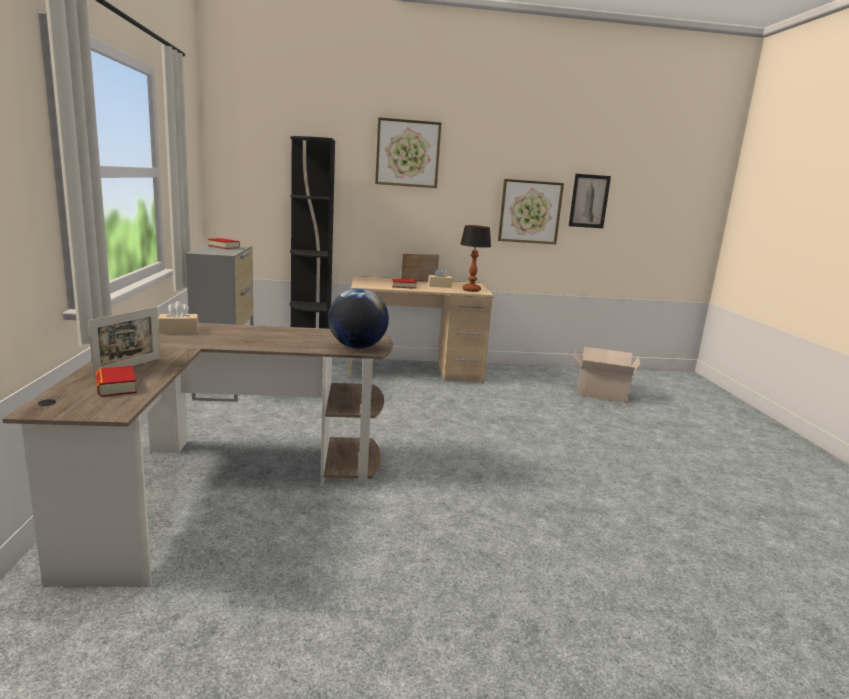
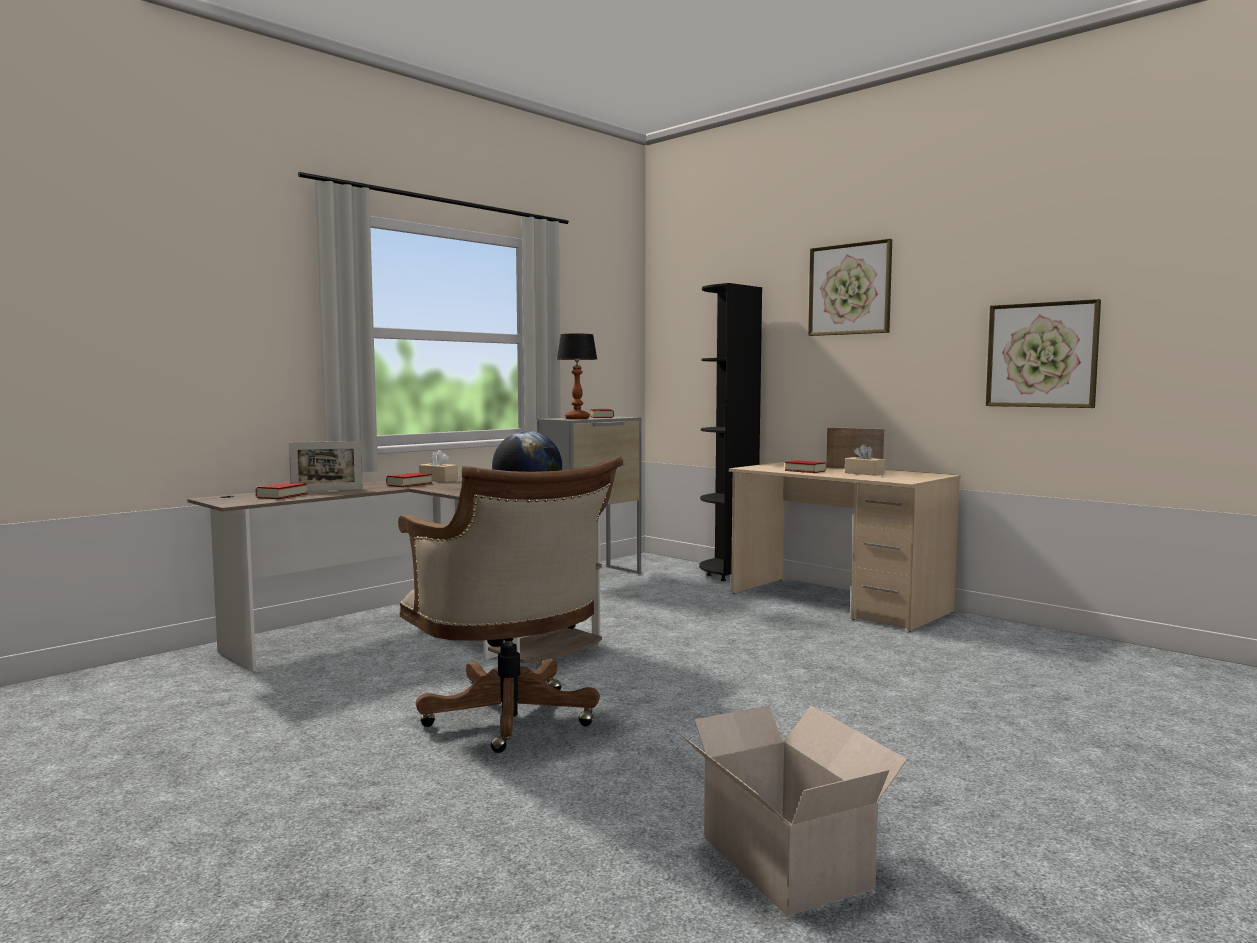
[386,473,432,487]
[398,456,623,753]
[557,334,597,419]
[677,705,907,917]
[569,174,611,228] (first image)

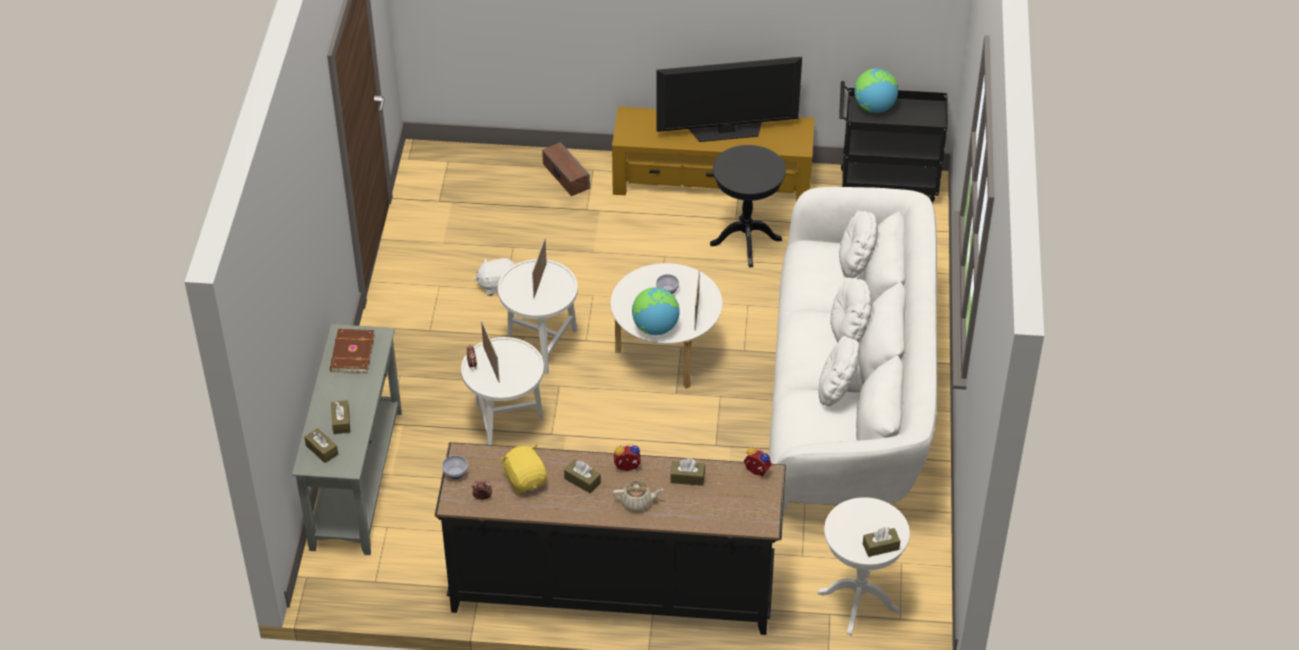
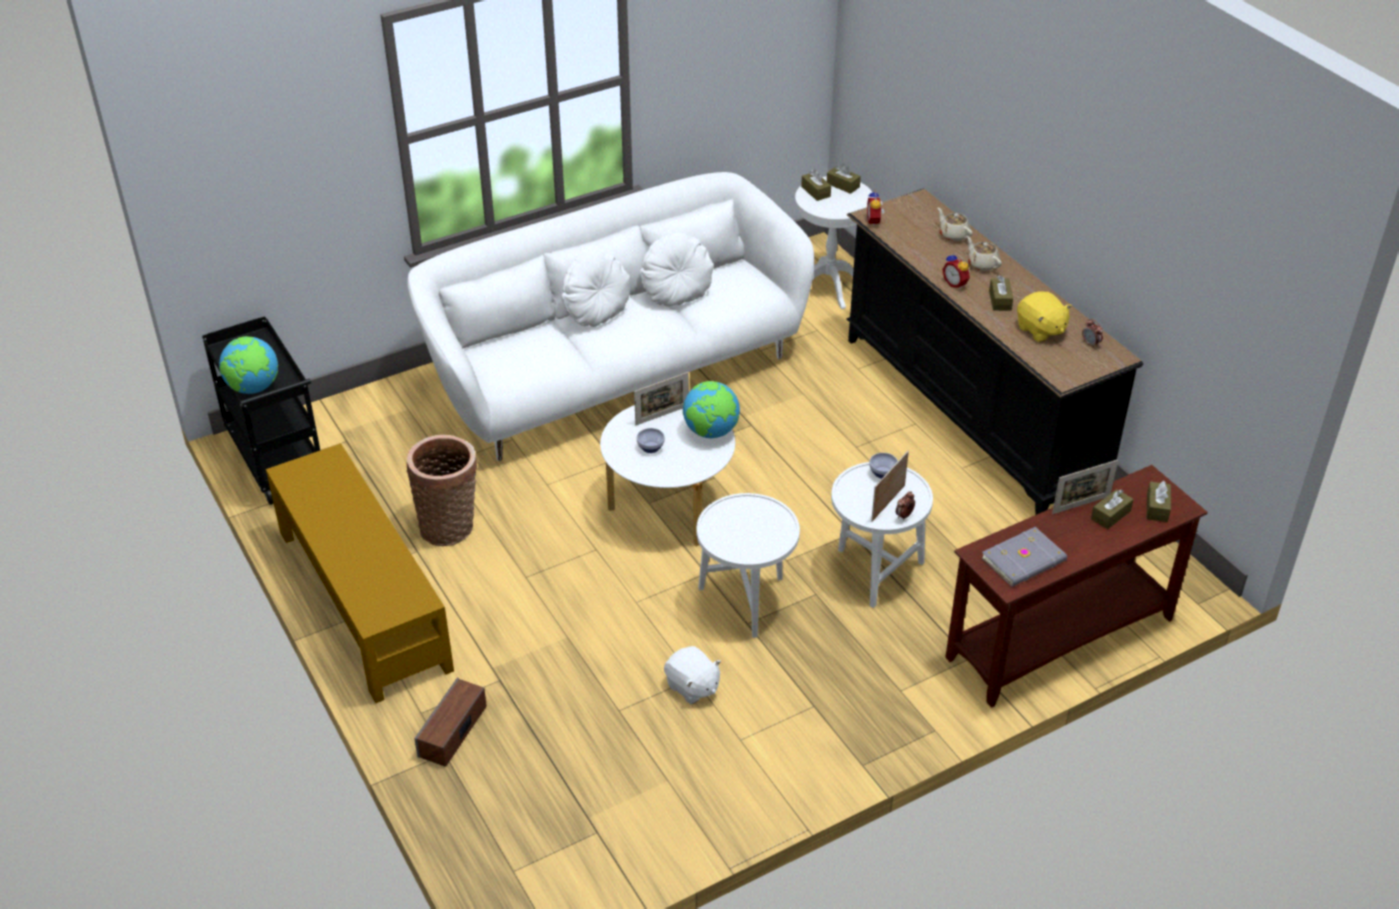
[407,435,477,546]
[801,169,831,201]
[869,453,898,479]
[937,207,973,241]
[945,465,1208,708]
[981,527,1067,587]
[1017,291,1072,342]
[1052,460,1118,514]
[656,57,802,142] (first image)
[839,211,878,278] (first image)

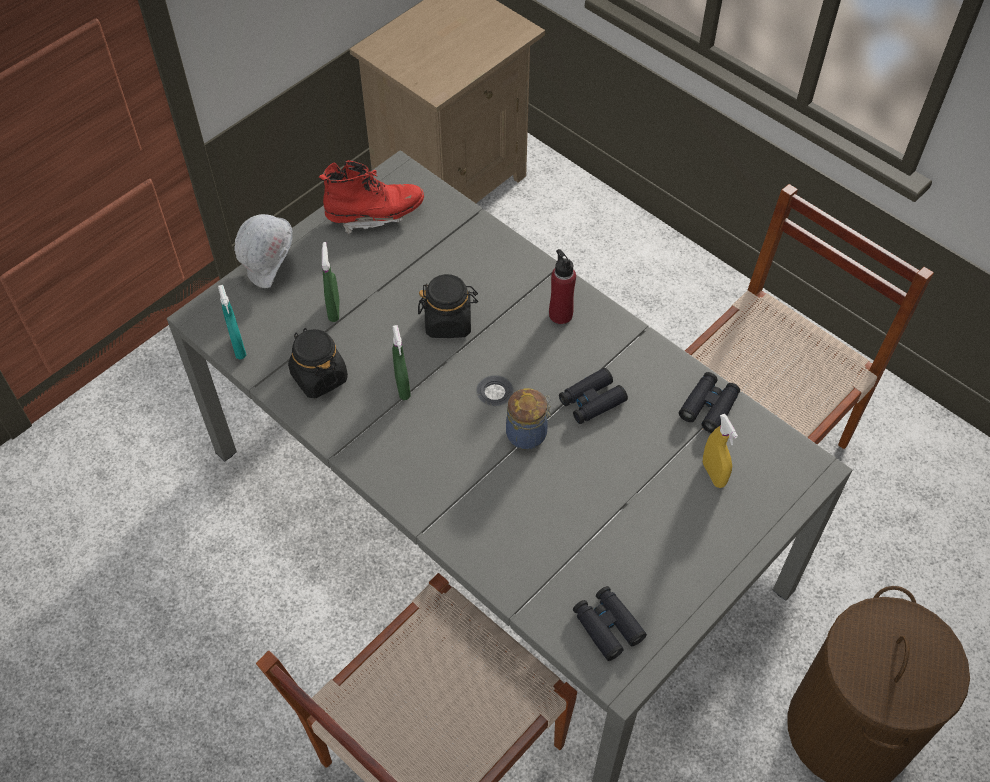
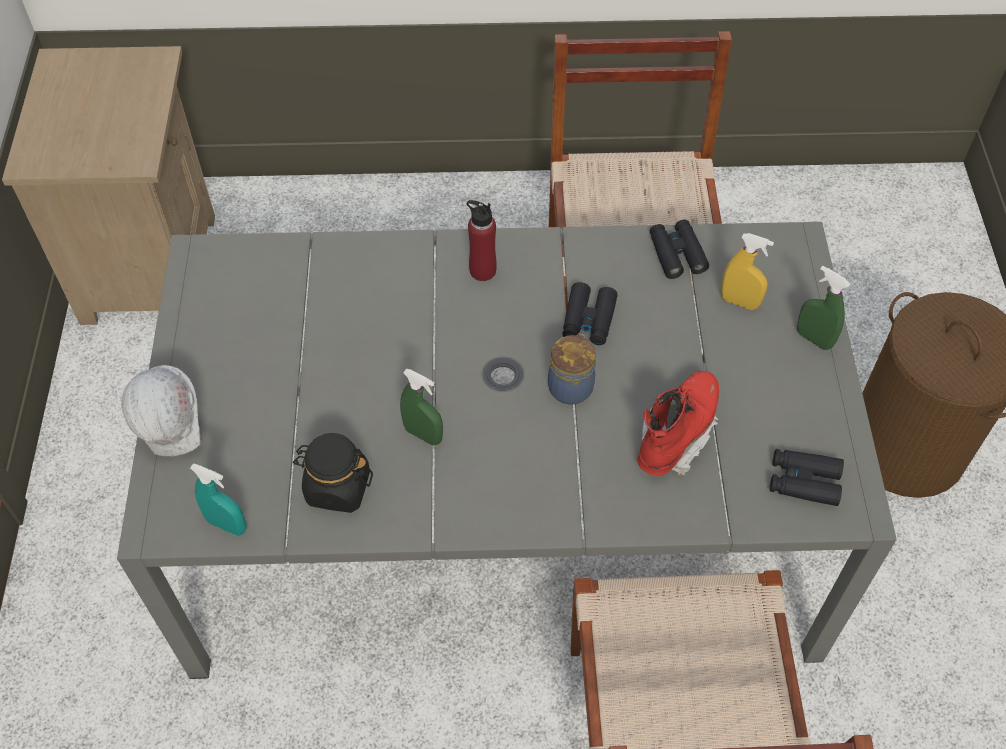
[637,371,719,476]
[797,266,850,350]
[418,274,478,338] (first image)

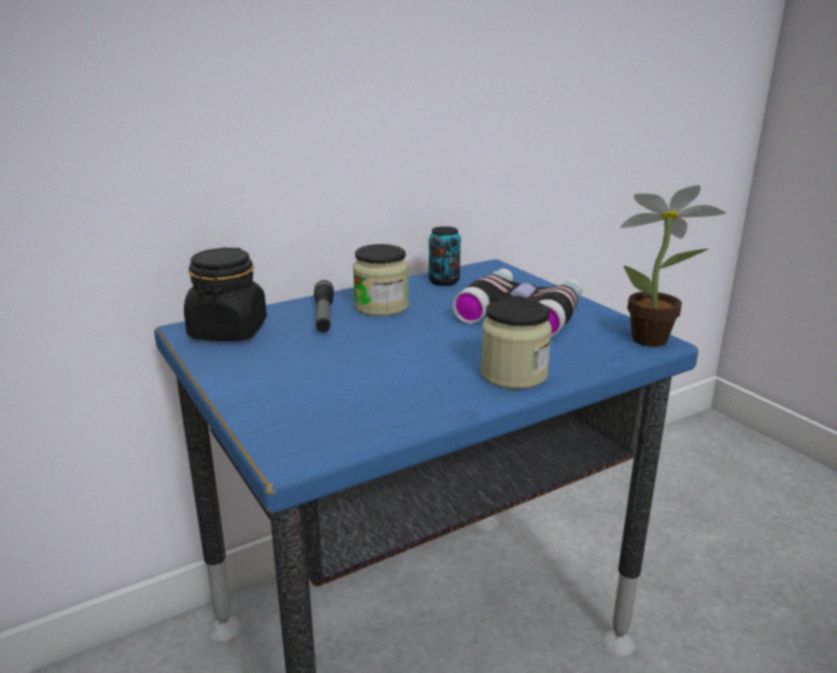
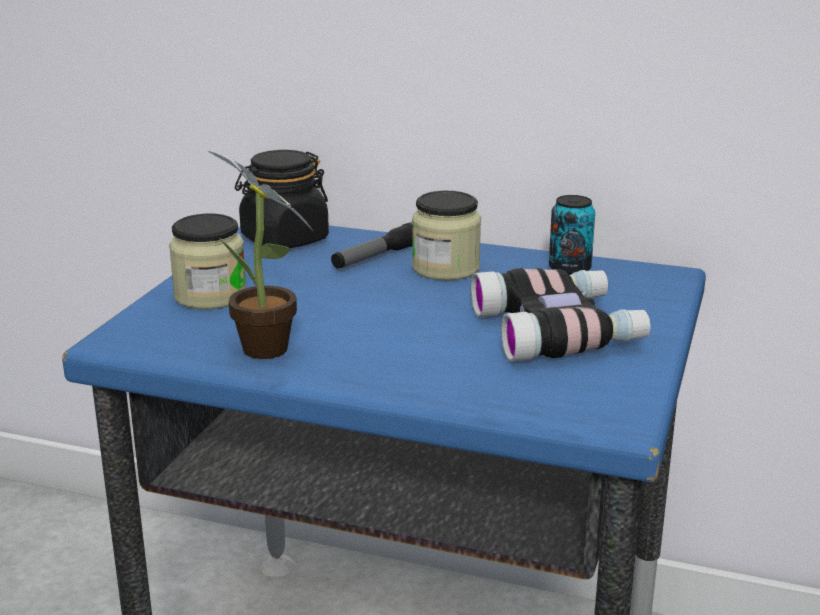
[169,214,246,309]
[208,151,314,359]

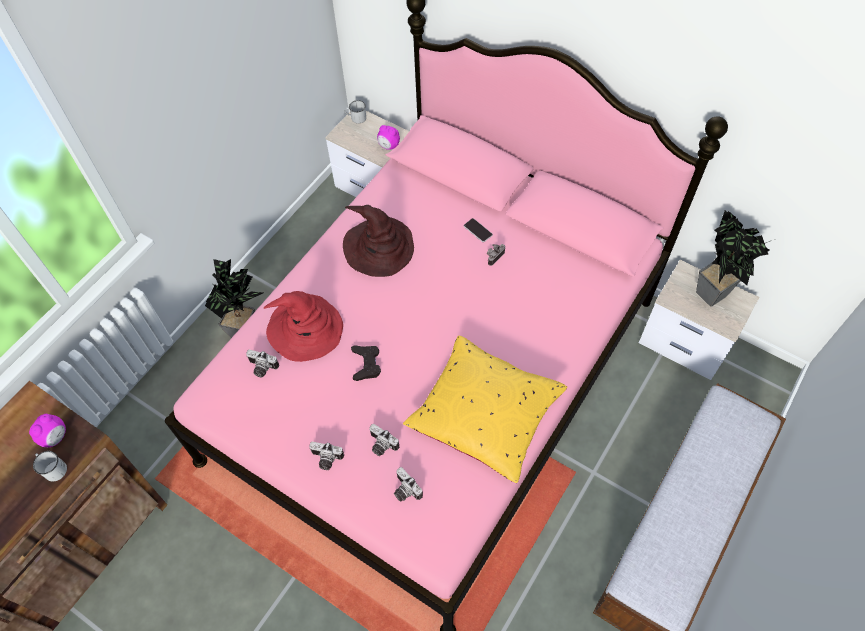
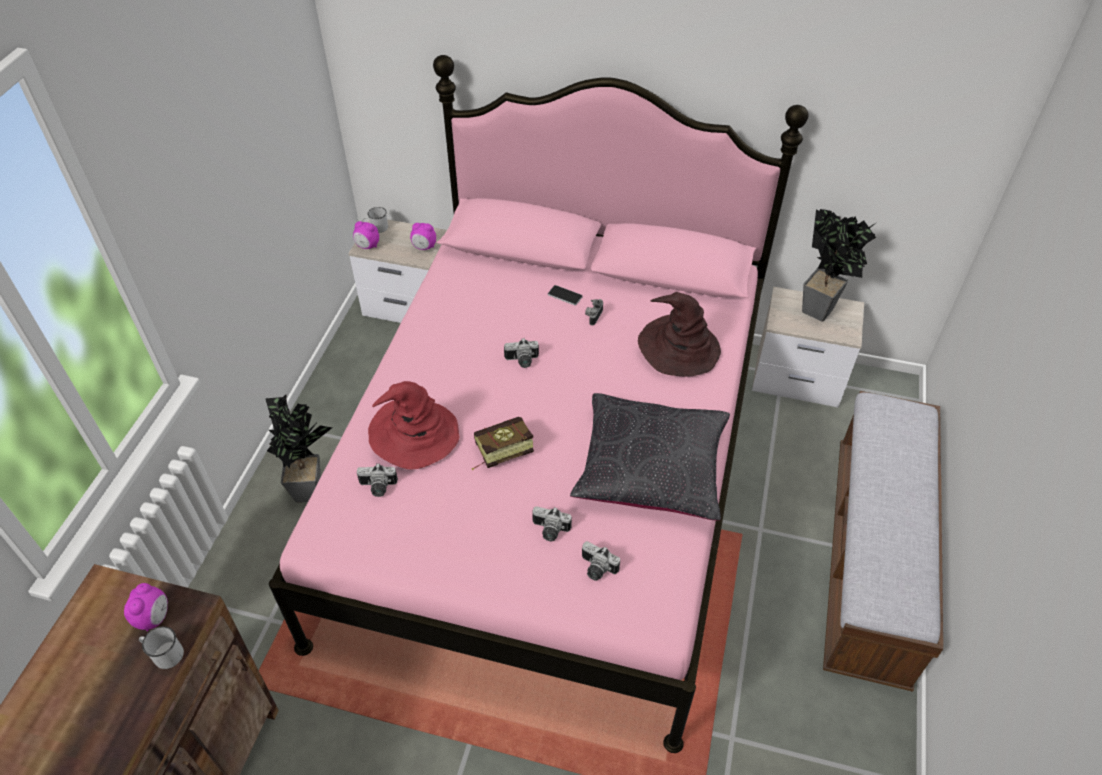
[353,221,379,249]
[472,417,534,470]
[504,338,539,368]
[570,393,730,521]
[638,292,721,377]

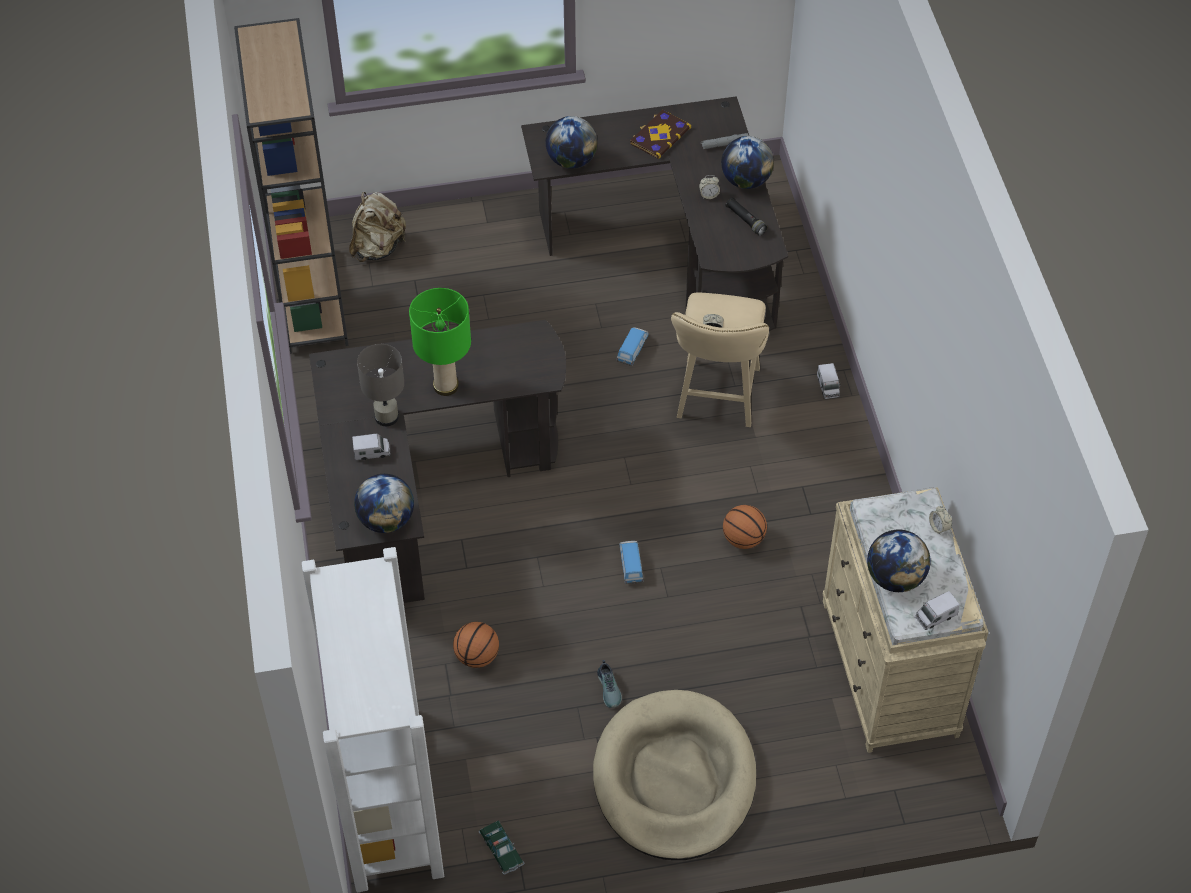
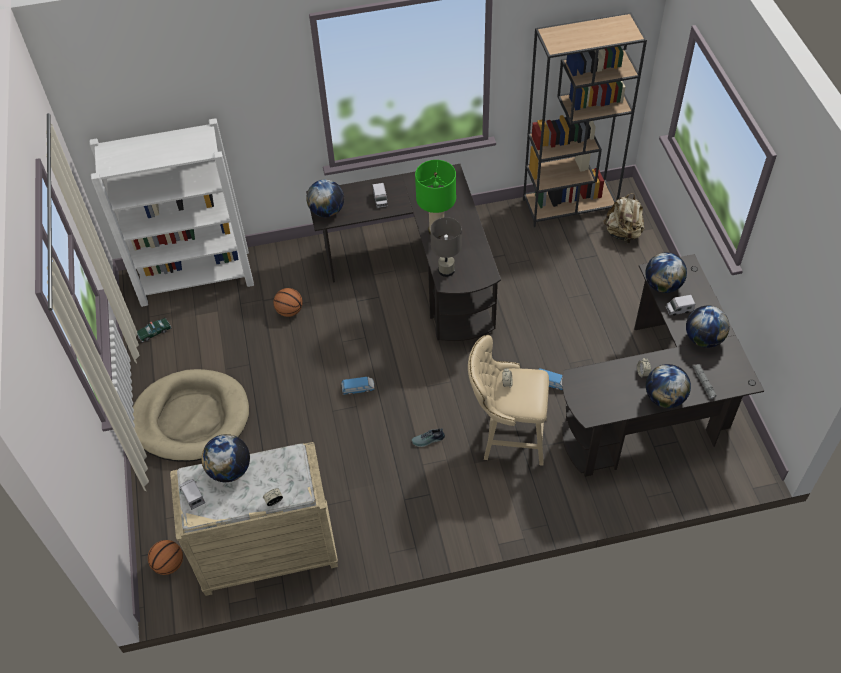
[148,540,183,575]
[411,428,445,447]
[430,217,462,277]
[666,295,695,316]
[686,306,730,348]
[725,198,768,236] (first image)

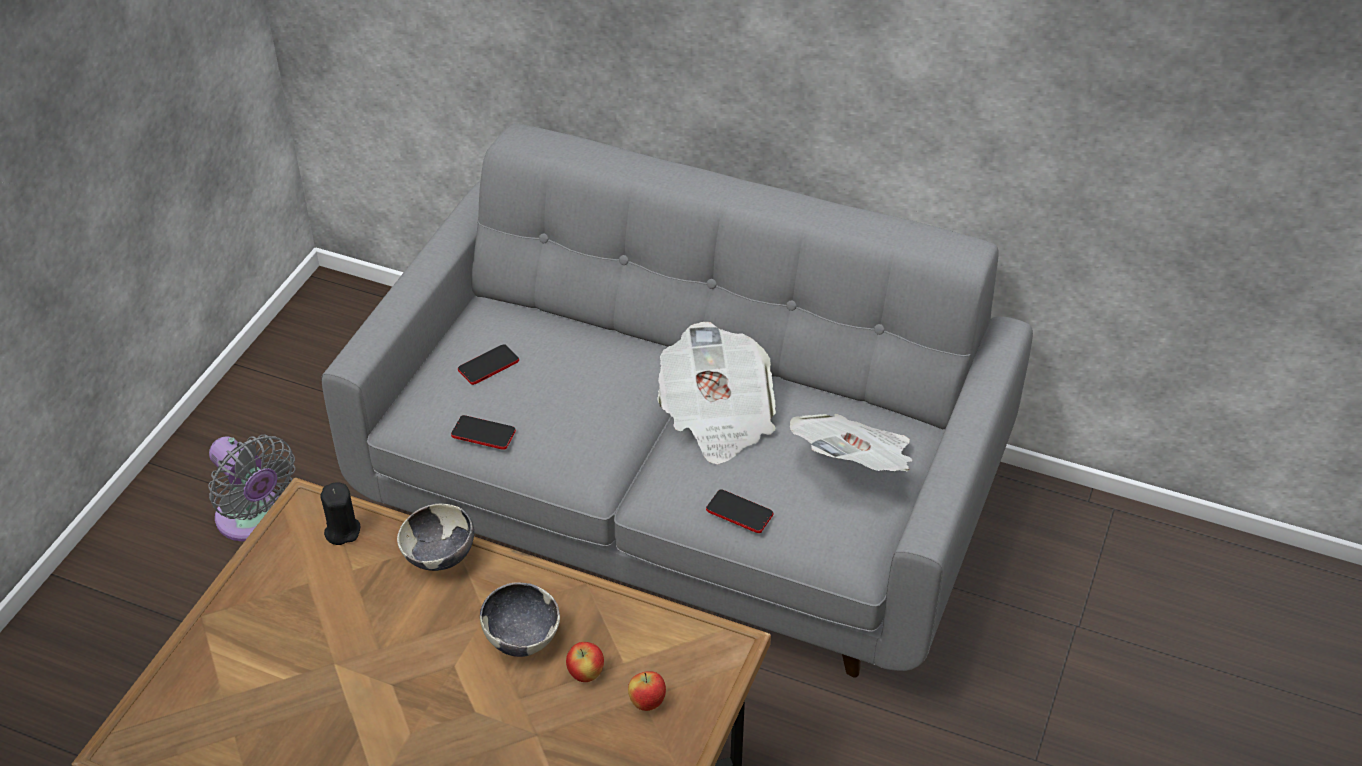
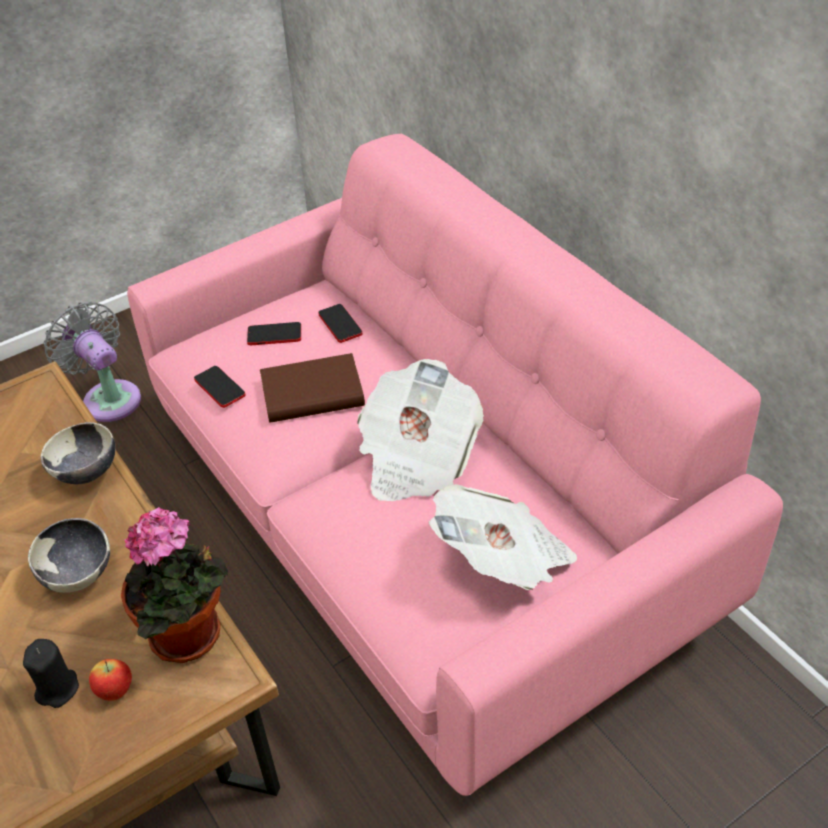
[23,639,79,708]
[44,302,141,422]
[121,507,228,663]
[127,134,783,796]
[260,353,365,423]
[318,304,362,343]
[566,642,604,682] (first image)

